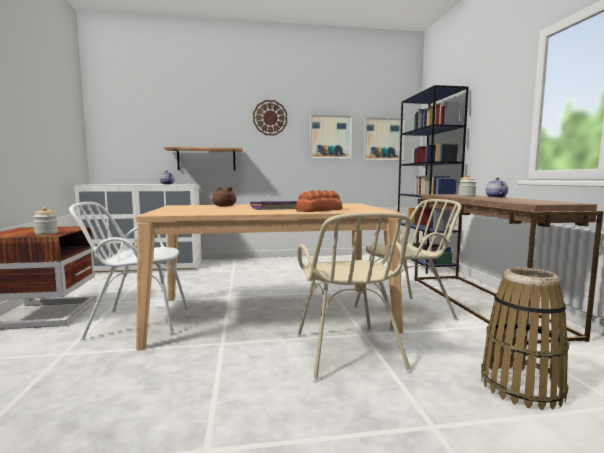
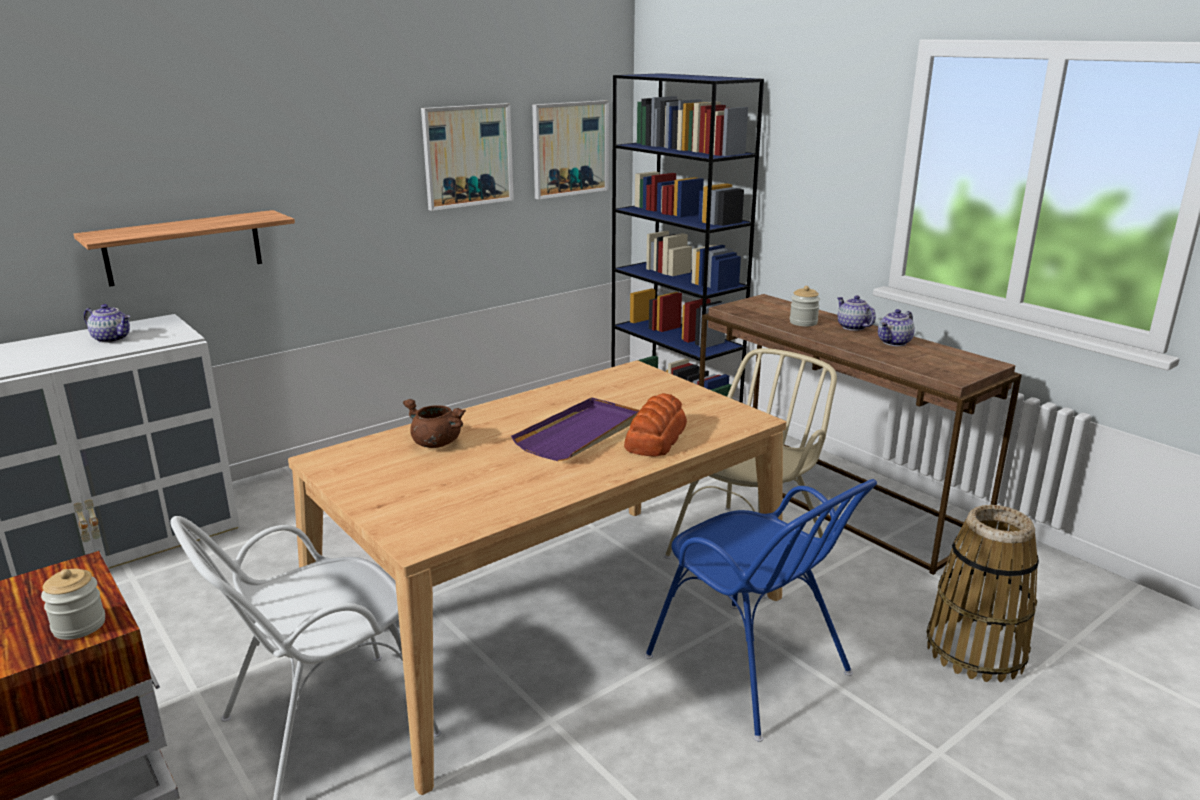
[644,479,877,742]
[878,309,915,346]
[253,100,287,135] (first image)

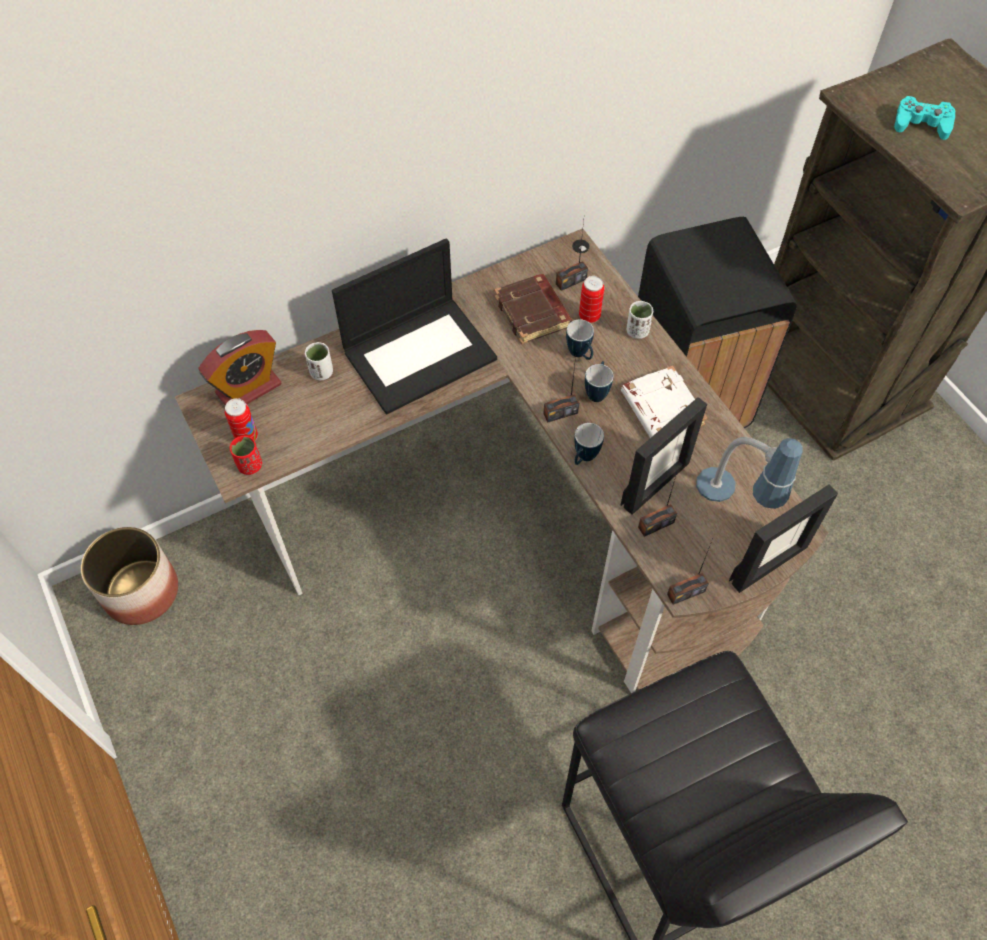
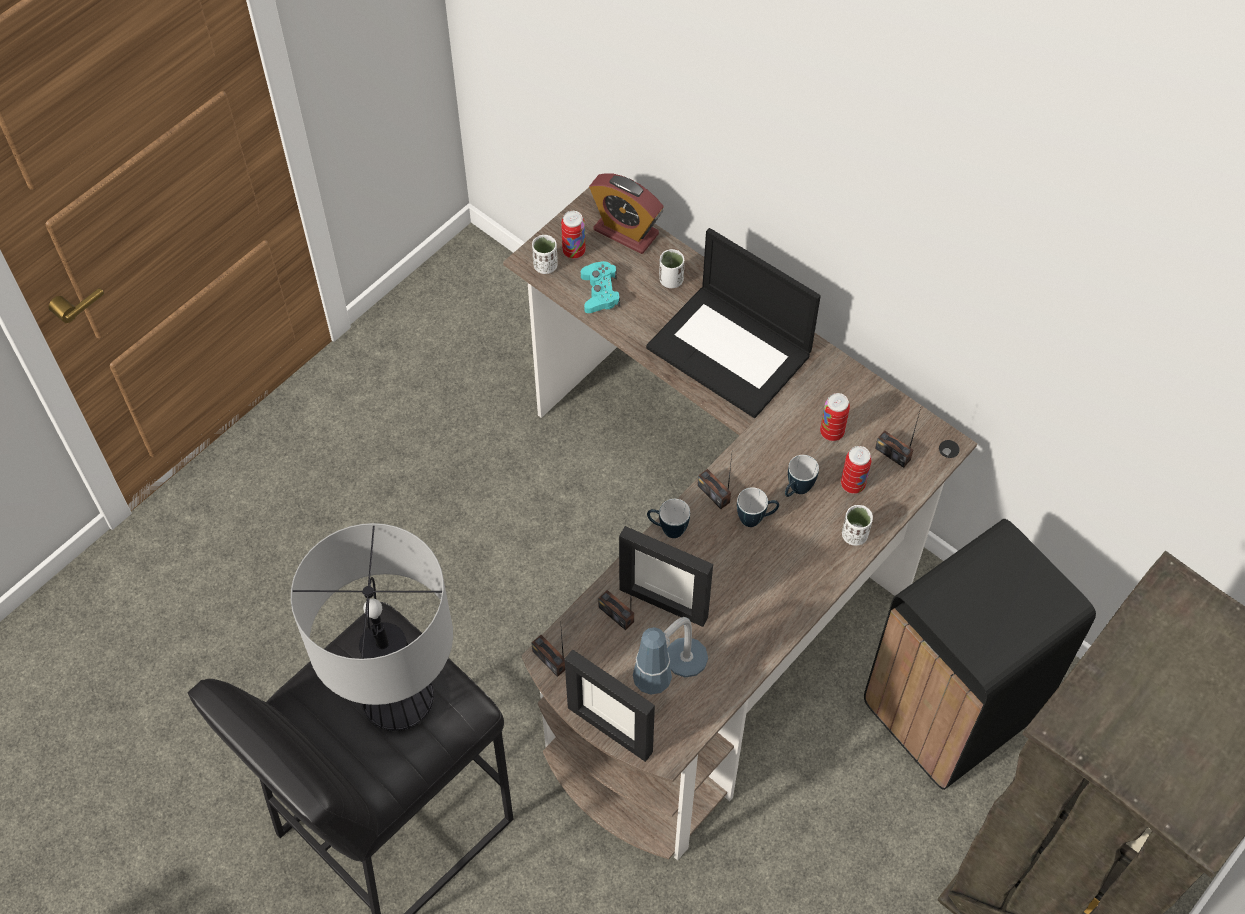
[291,523,453,731]
[532,235,558,274]
[581,261,620,313]
[820,393,850,441]
[81,527,178,625] (first image)
[621,366,707,438] (first image)

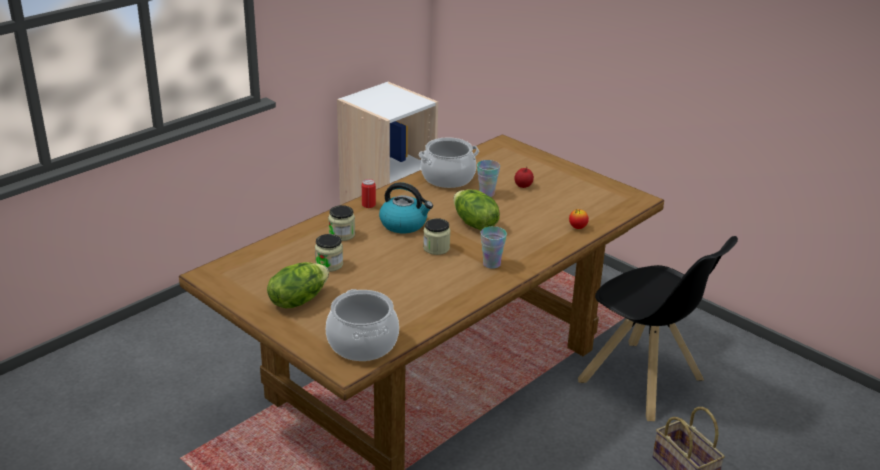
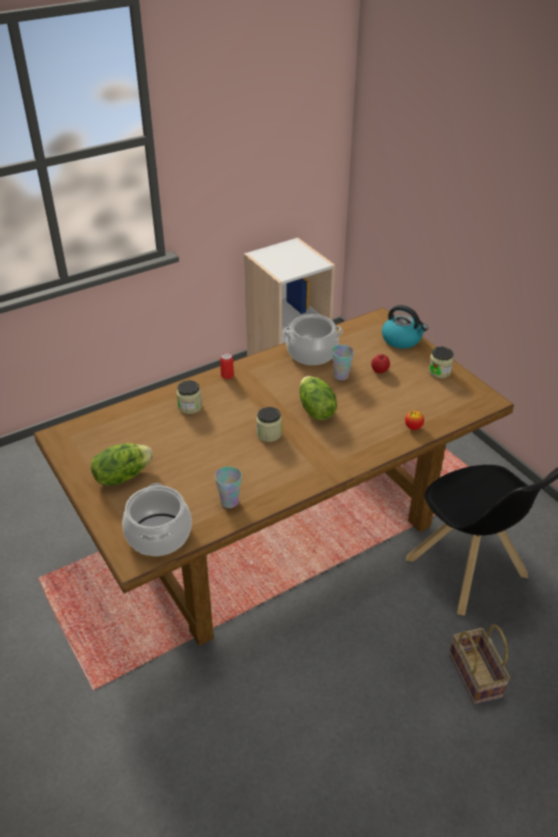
[215,466,242,508]
[382,305,428,349]
[428,347,454,378]

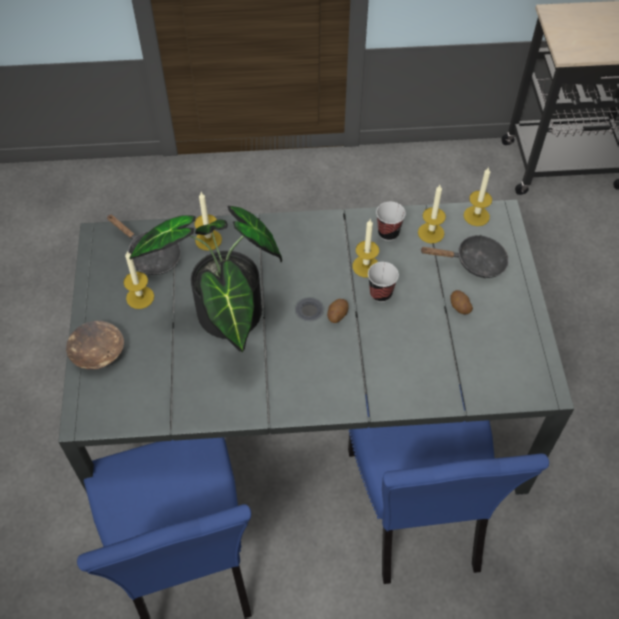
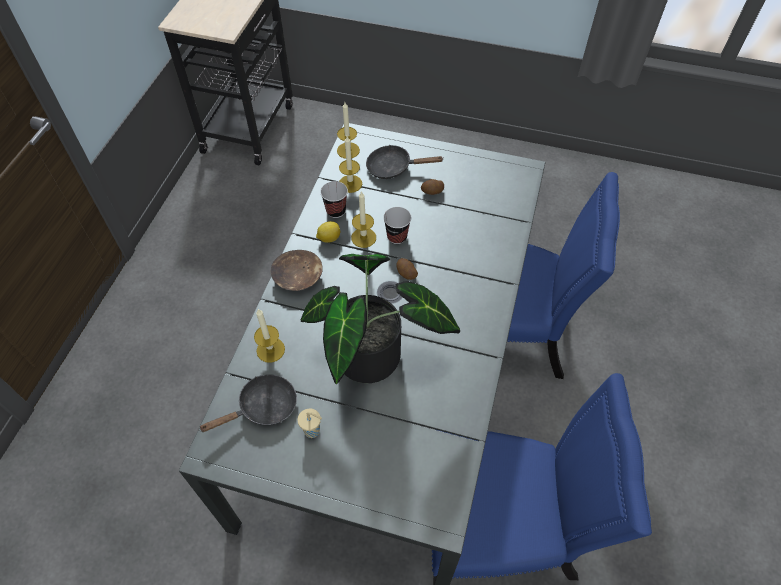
[271,250,323,291]
[298,409,322,438]
[316,221,340,243]
[366,145,444,179]

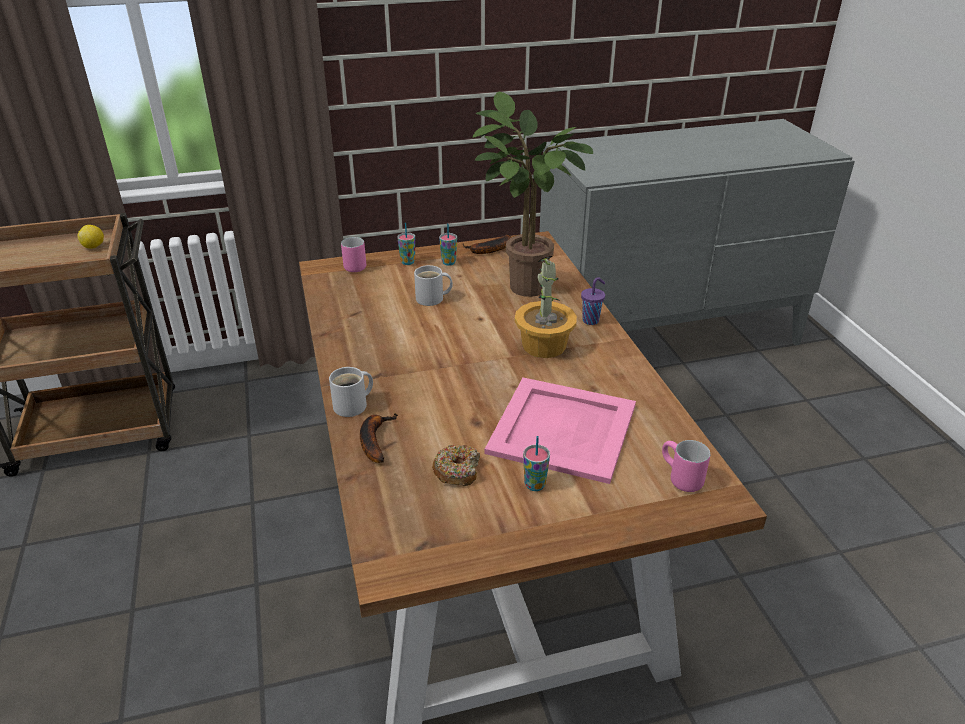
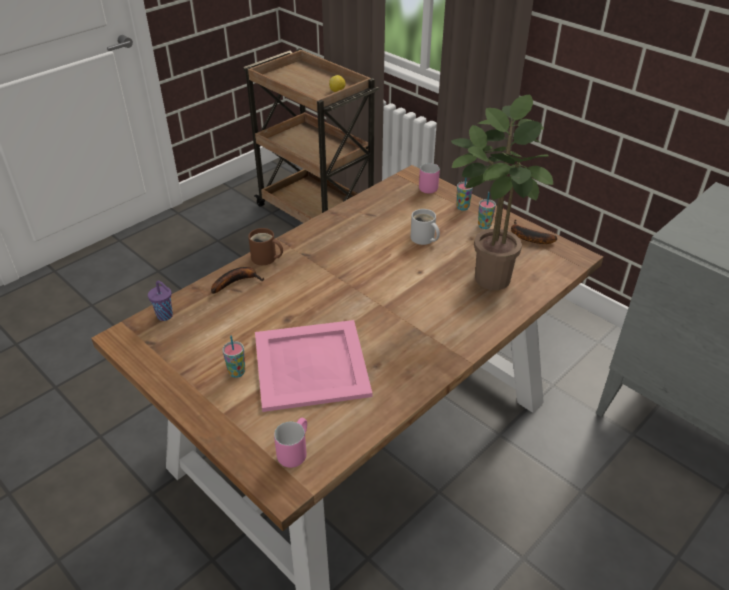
[148,281,173,321]
[248,228,283,265]
[432,445,480,486] (first image)
[515,255,577,358] (first image)

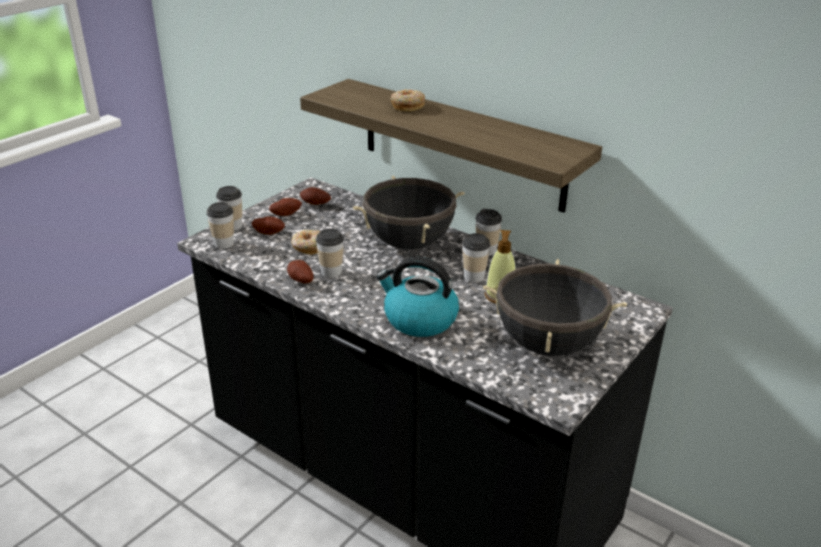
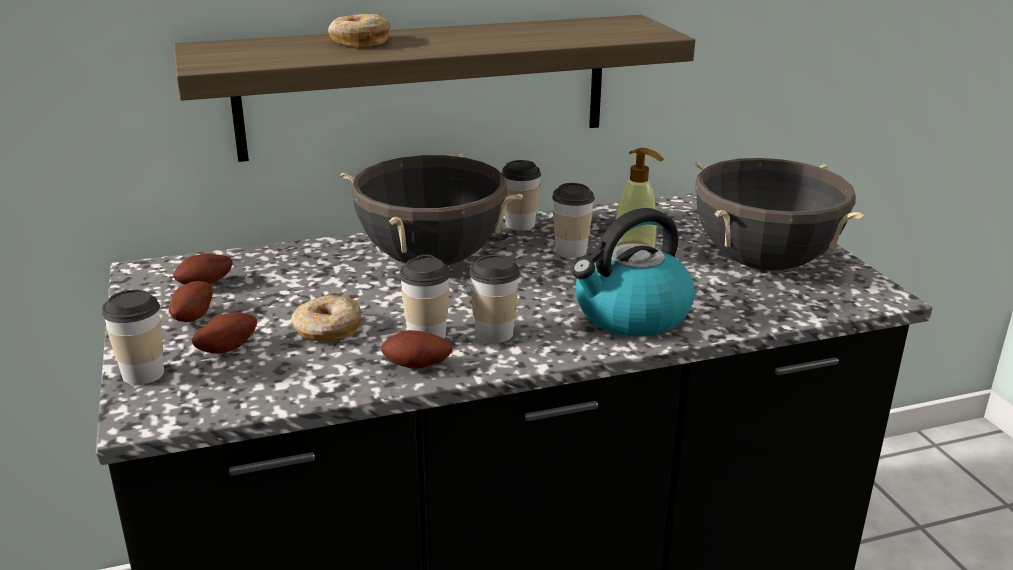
[469,255,520,343]

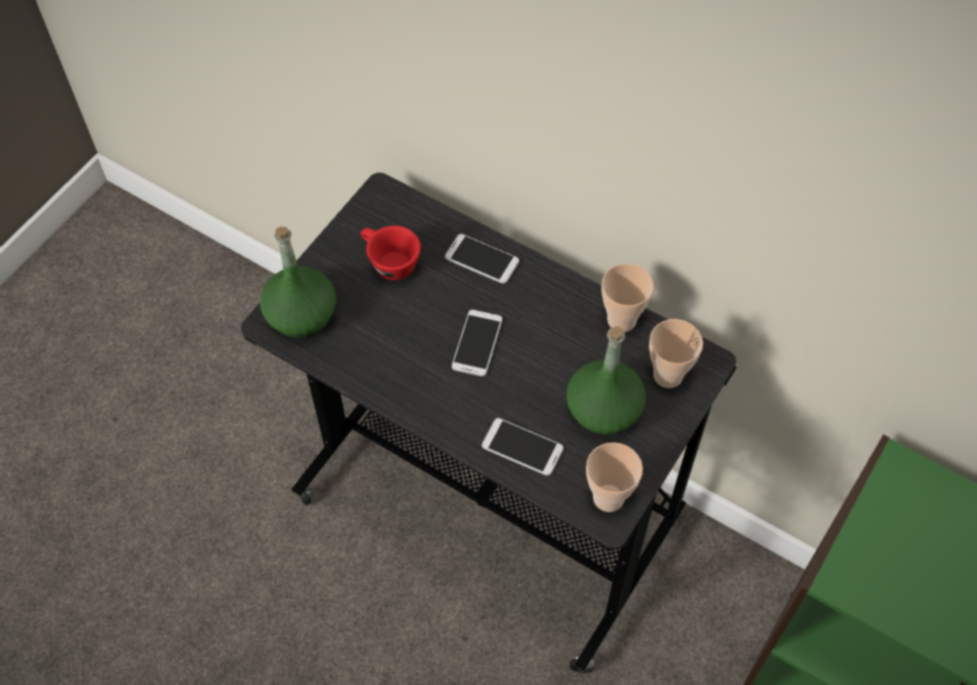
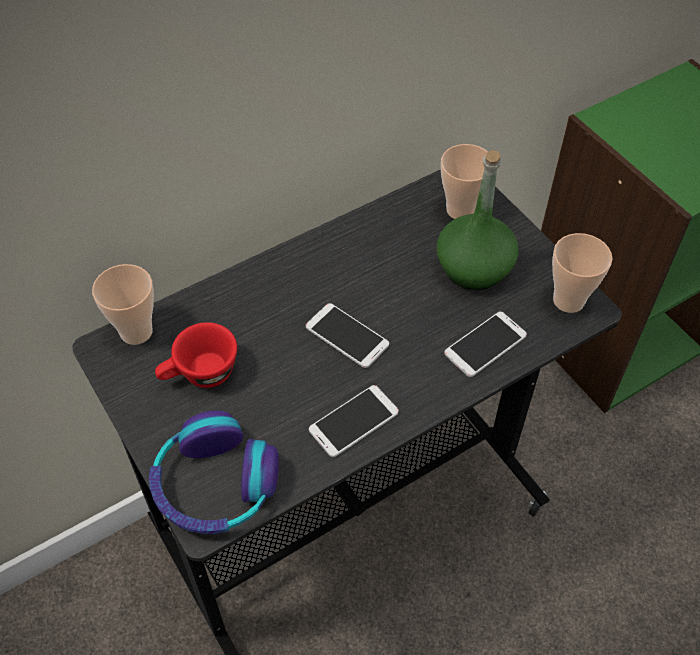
[92,264,154,345]
[149,410,279,534]
[309,385,399,457]

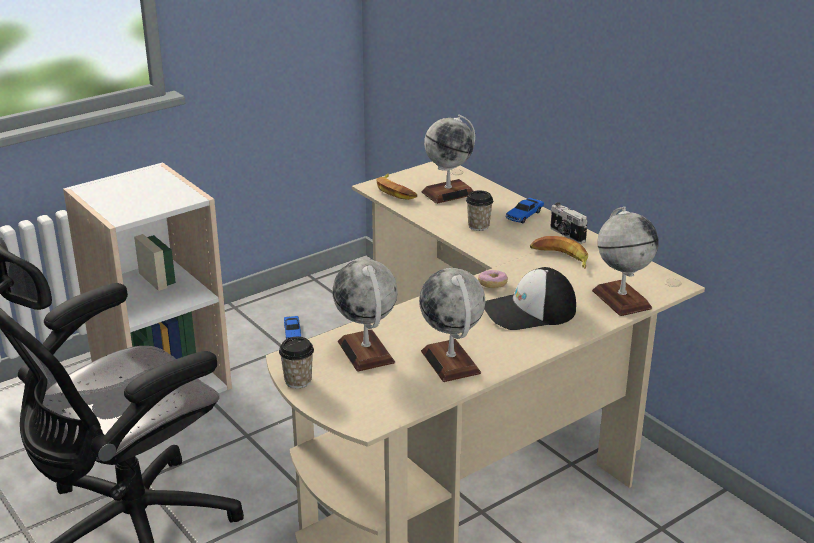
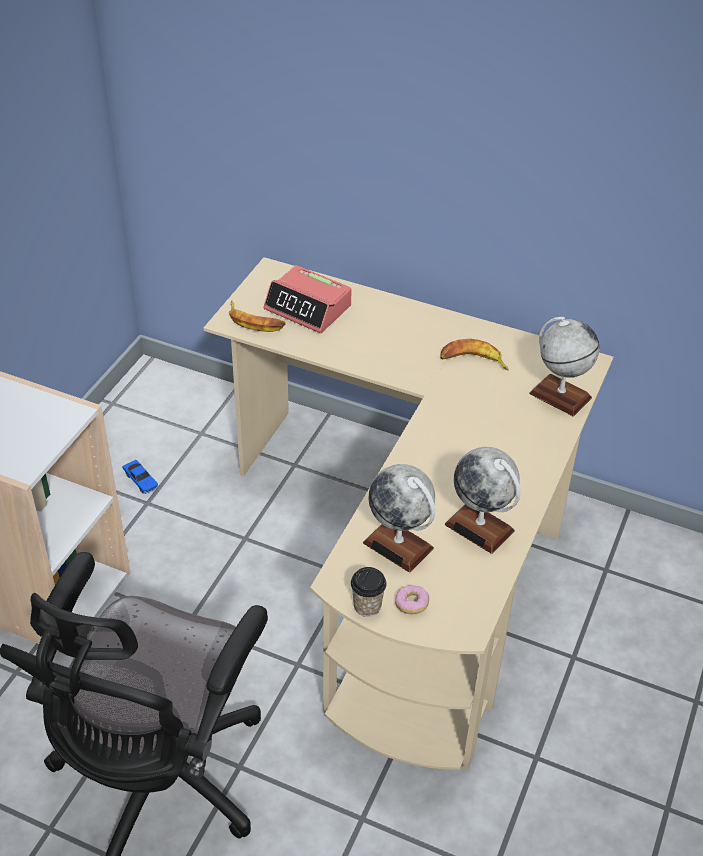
[264,265,352,333]
[395,585,429,614]
[466,190,493,231] (first image)
[484,267,576,330] (first image)
[505,198,544,223] (first image)
[550,202,588,244] (first image)

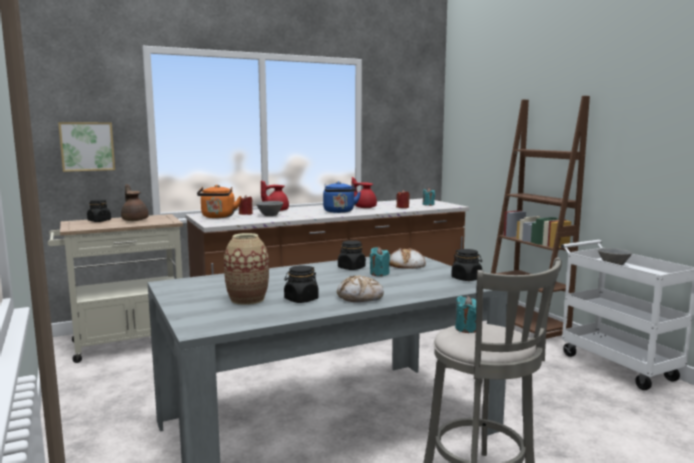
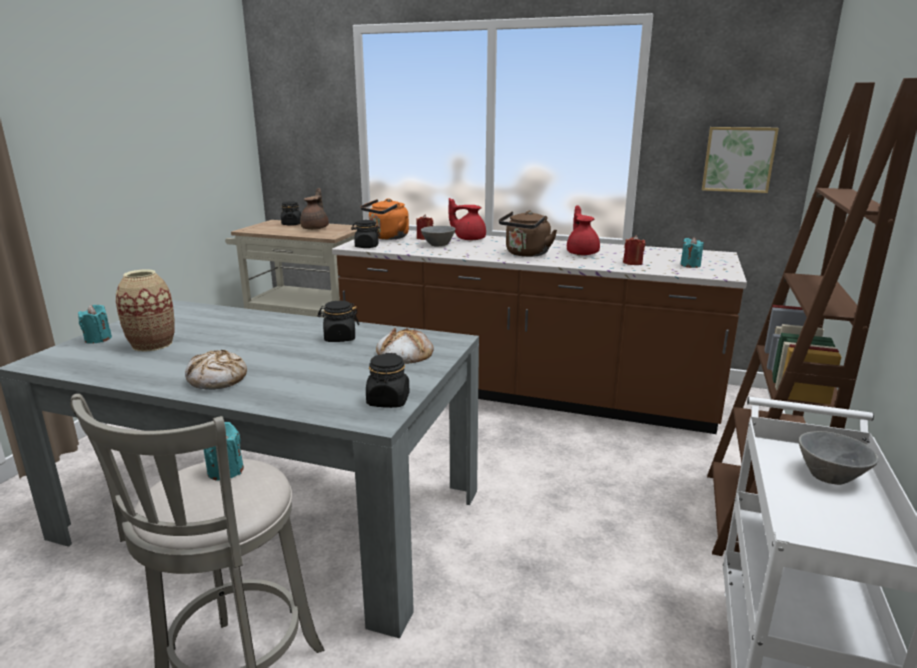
[78,304,112,344]
[351,220,381,248]
[499,211,557,257]
[702,127,779,193]

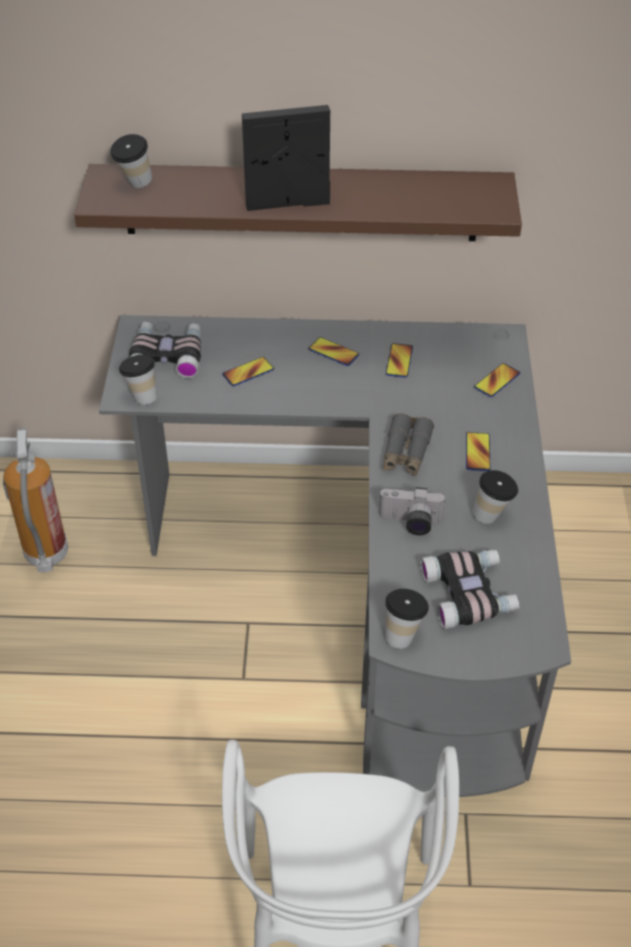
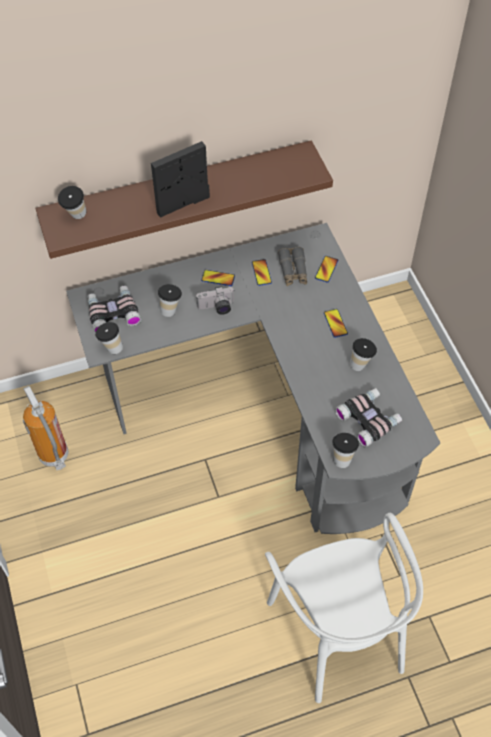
[158,284,182,317]
[196,286,235,315]
[278,247,307,286]

